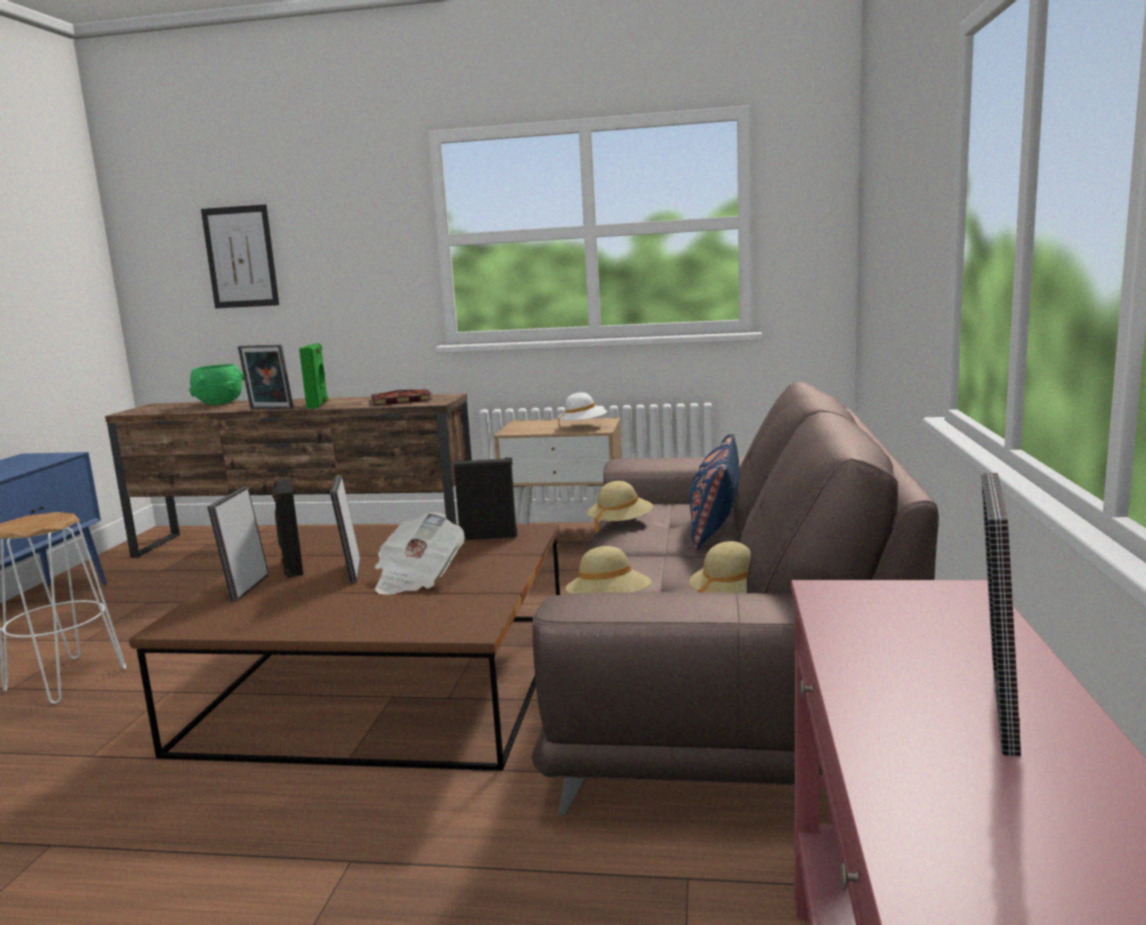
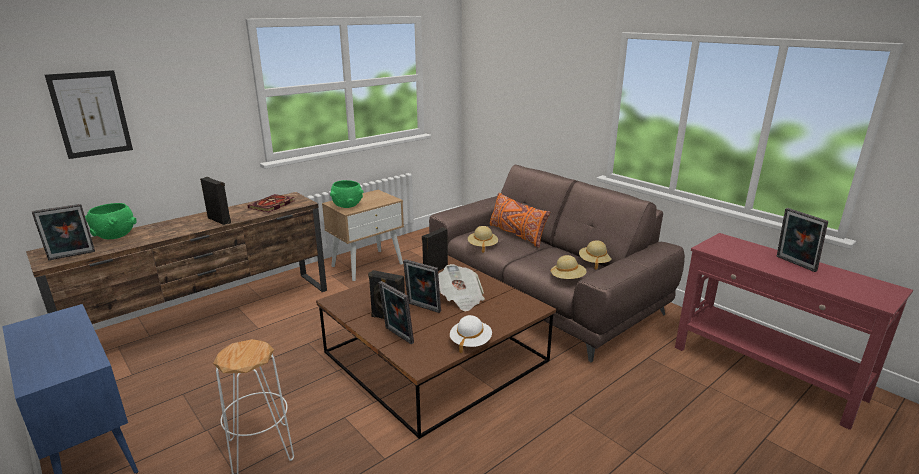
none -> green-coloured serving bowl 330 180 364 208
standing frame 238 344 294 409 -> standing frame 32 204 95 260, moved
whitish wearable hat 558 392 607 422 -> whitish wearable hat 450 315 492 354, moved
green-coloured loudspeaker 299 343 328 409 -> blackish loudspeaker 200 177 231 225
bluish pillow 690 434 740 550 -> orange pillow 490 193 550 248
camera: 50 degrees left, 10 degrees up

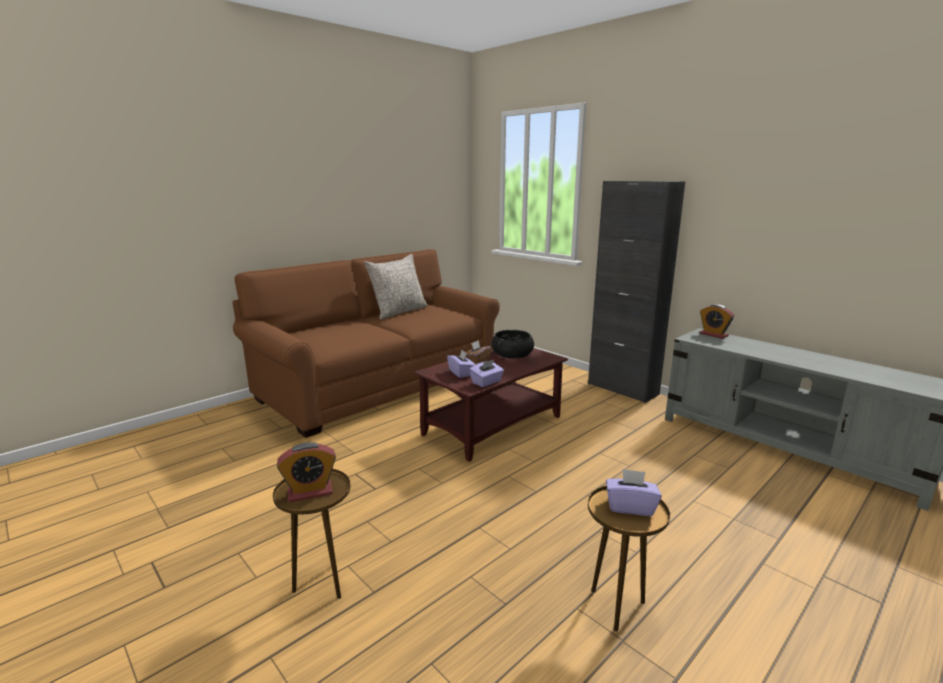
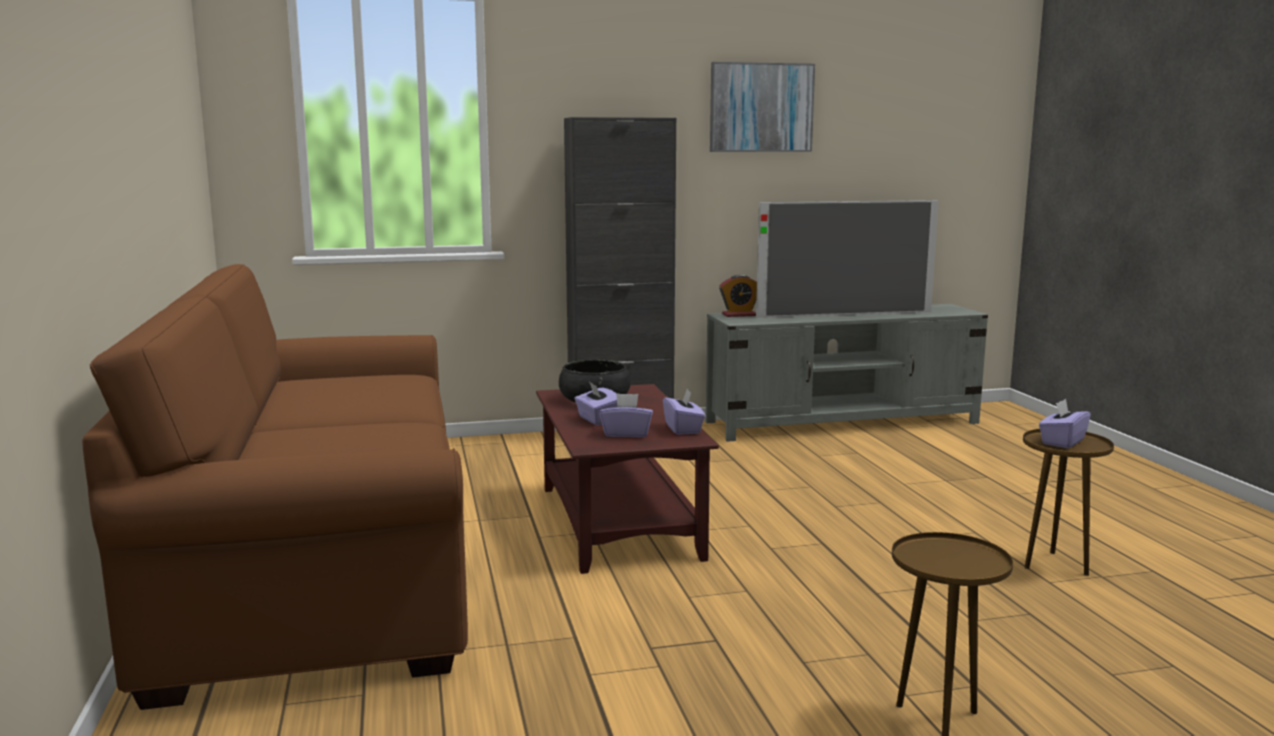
alarm clock 277 442 336 502 -> none
gray pillow 364 254 428 319 -> none
none -> wall art 710 62 815 152
none -> TV set 756 200 939 318
brown tissue holder 465 340 492 365 -> purple-coloured tissue holder 575 382 617 425
camera: 60 degrees left, 5 degrees down

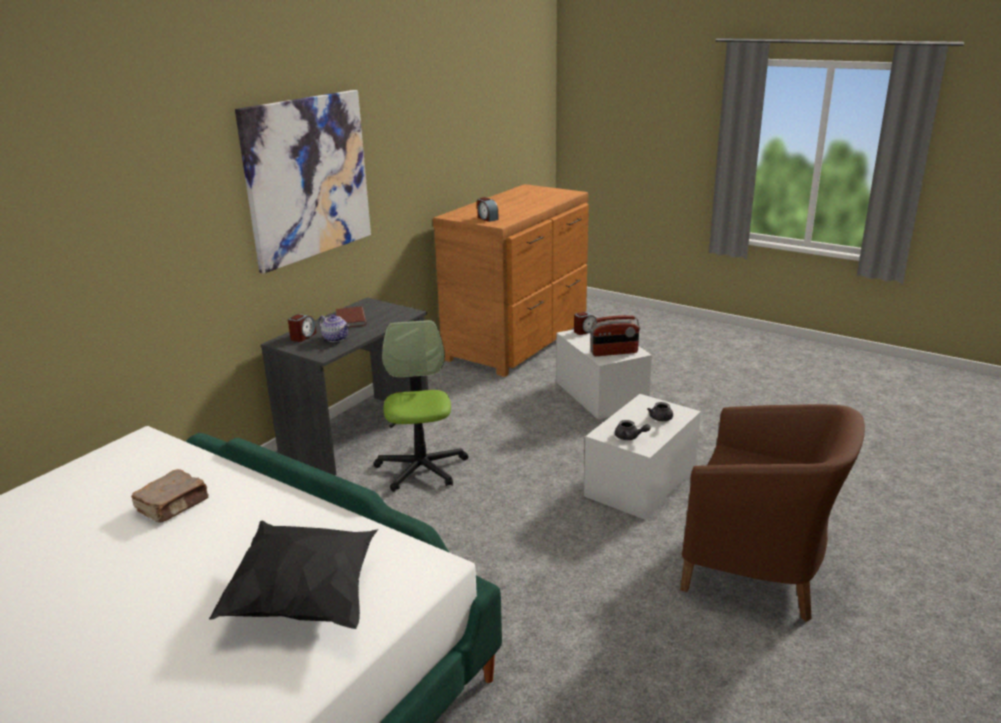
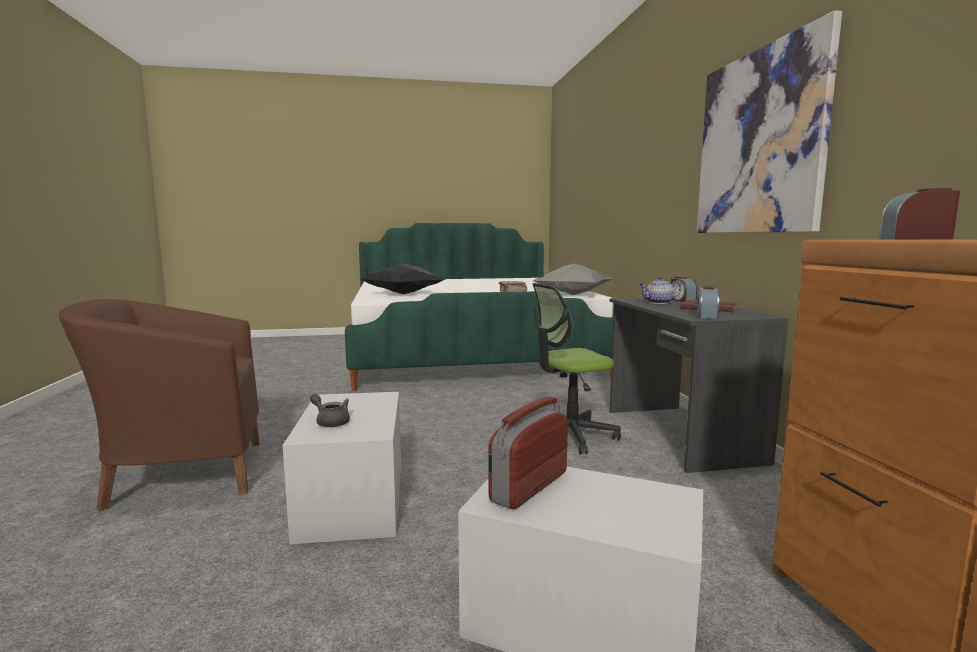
gray tea pot 615 420 650 440 -> none
none -> gray pillow 533 263 615 295
alarm clock 574 312 598 335 -> alarm clock 697 287 720 319, moved
computer chair 373 320 468 492 -> computer chair 532 283 621 454, 120 degrees clockwise
camera: 135 degrees right, 15 degrees down

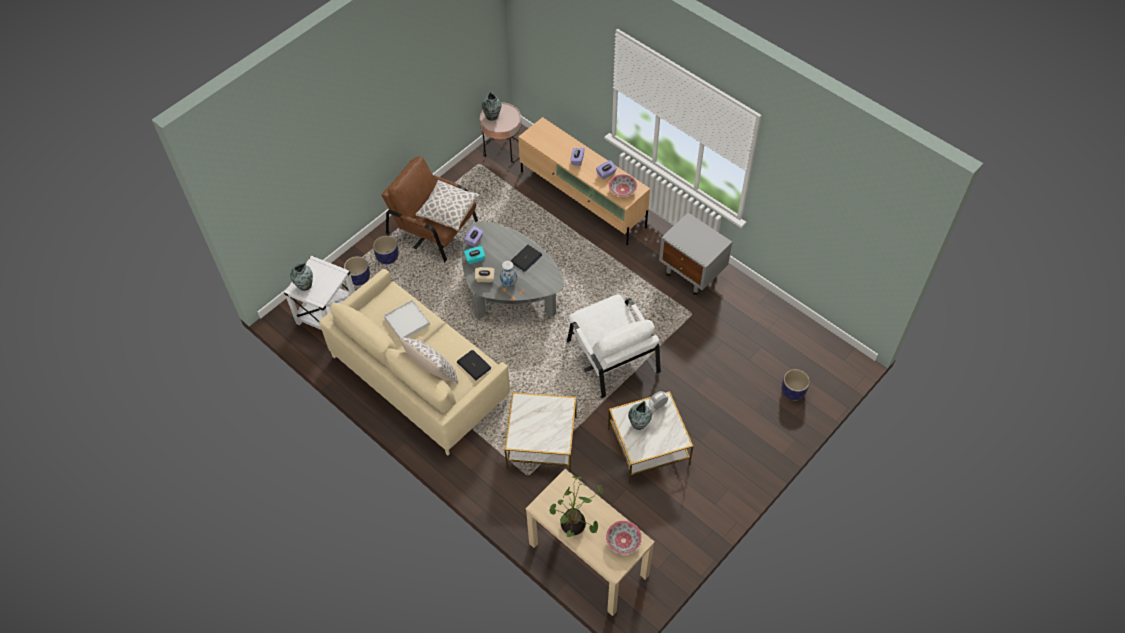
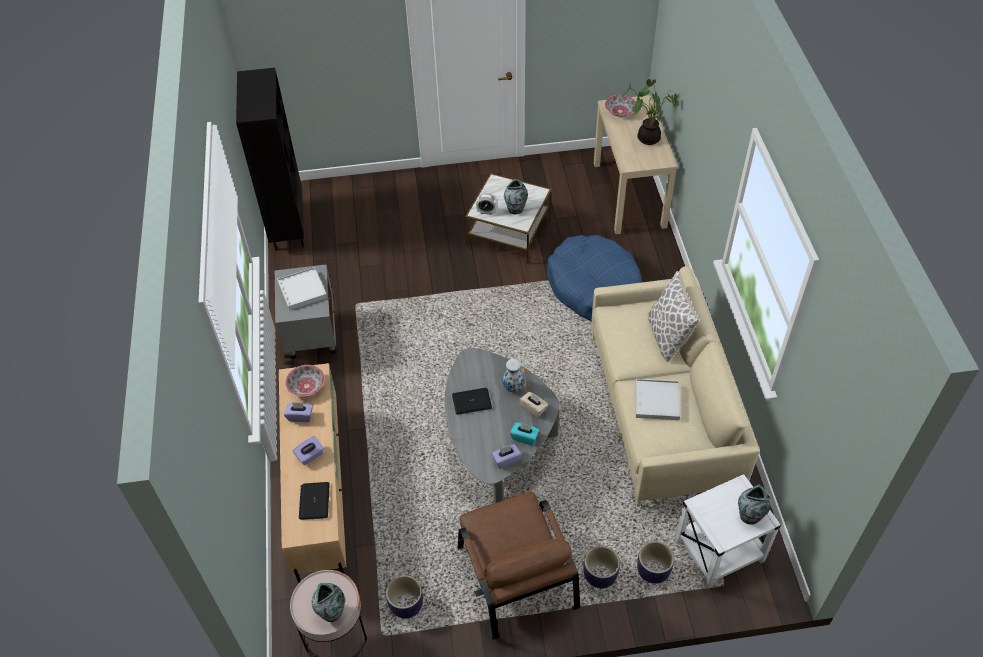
pillow 416 180 480 231 -> none
whitish lounge chair 567 294 661 399 -> none
none -> blackish bookshelf 236 68 304 251
none -> whitish serving tray 277 267 327 310
notebook computer 457 350 491 380 -> notebook computer 299 482 330 520, moved
planter 782 369 810 400 -> planter 386 575 423 618, moved
accent table 504 392 576 473 -> bluish dog bed 547 235 642 321
camera: 140 degrees left, 5 degrees down

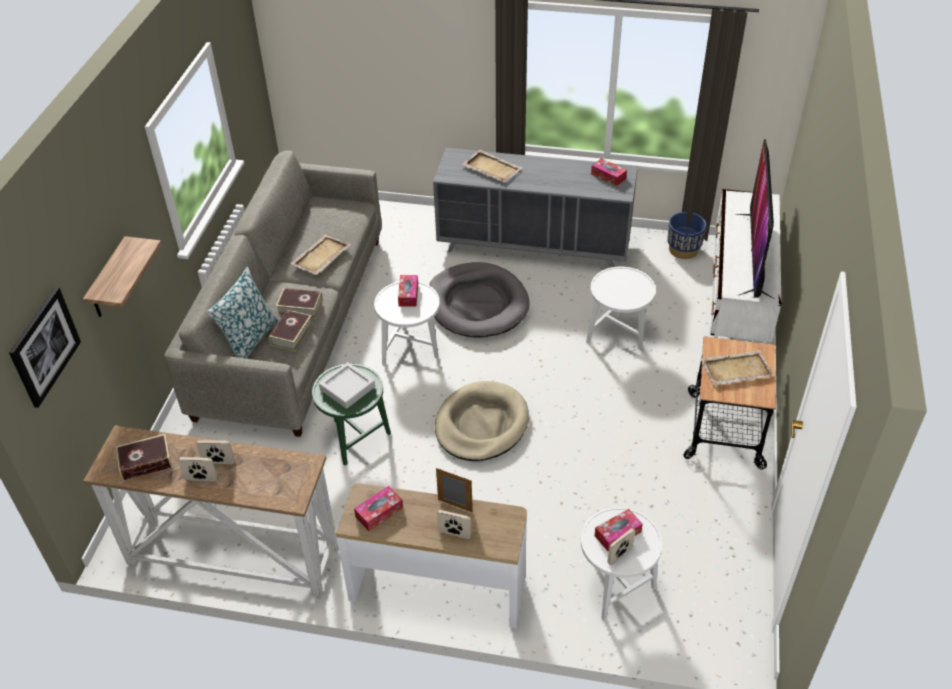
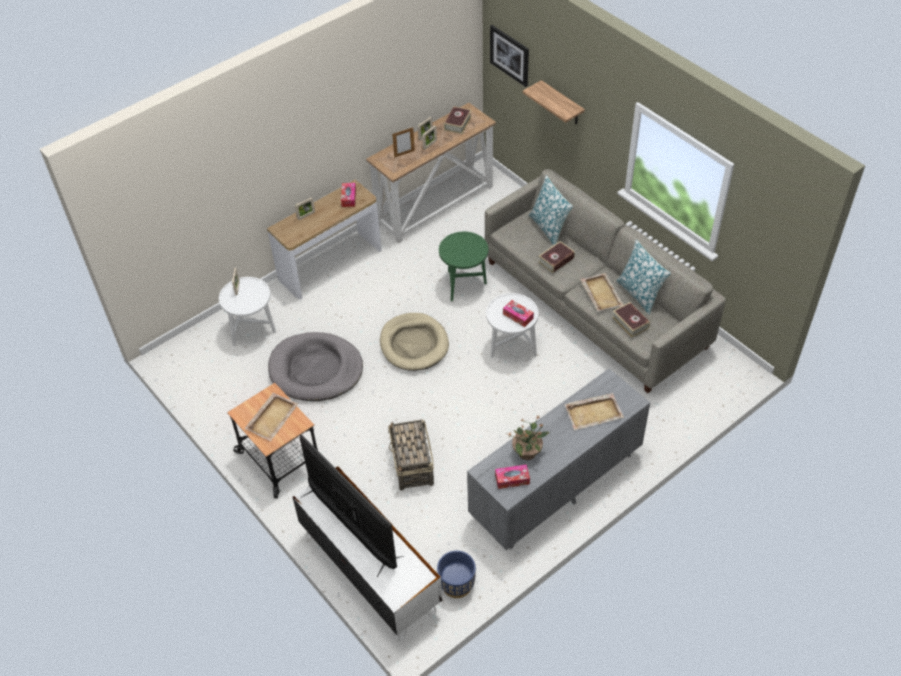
gray serving tray 319 362 375 409 -> none
tissue holder 594 509 643 551 -> none
none -> plant in a pot 508 416 550 460
none -> pillow 616 240 671 315
bound book 269 310 313 352 -> bound book 612 302 650 337, moved
gray dog bed 429 262 530 338 -> gray dog bed 268 332 363 401, moved
standing frame 436 468 473 512 -> standing frame 392 127 415 158, moved
whitish accent table 586 267 656 350 -> storage basket 388 419 434 491
camera: 130 degrees right, 5 degrees up

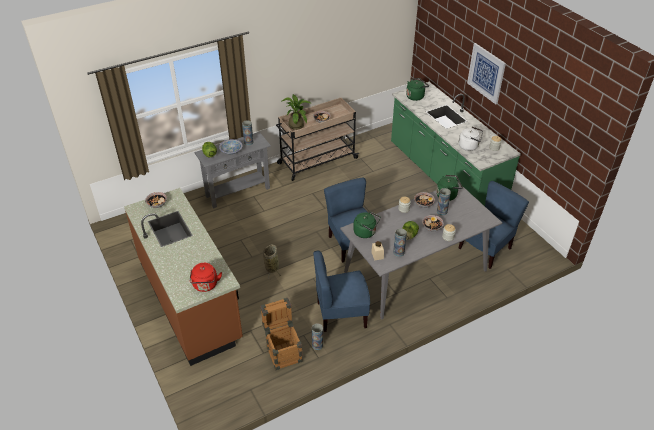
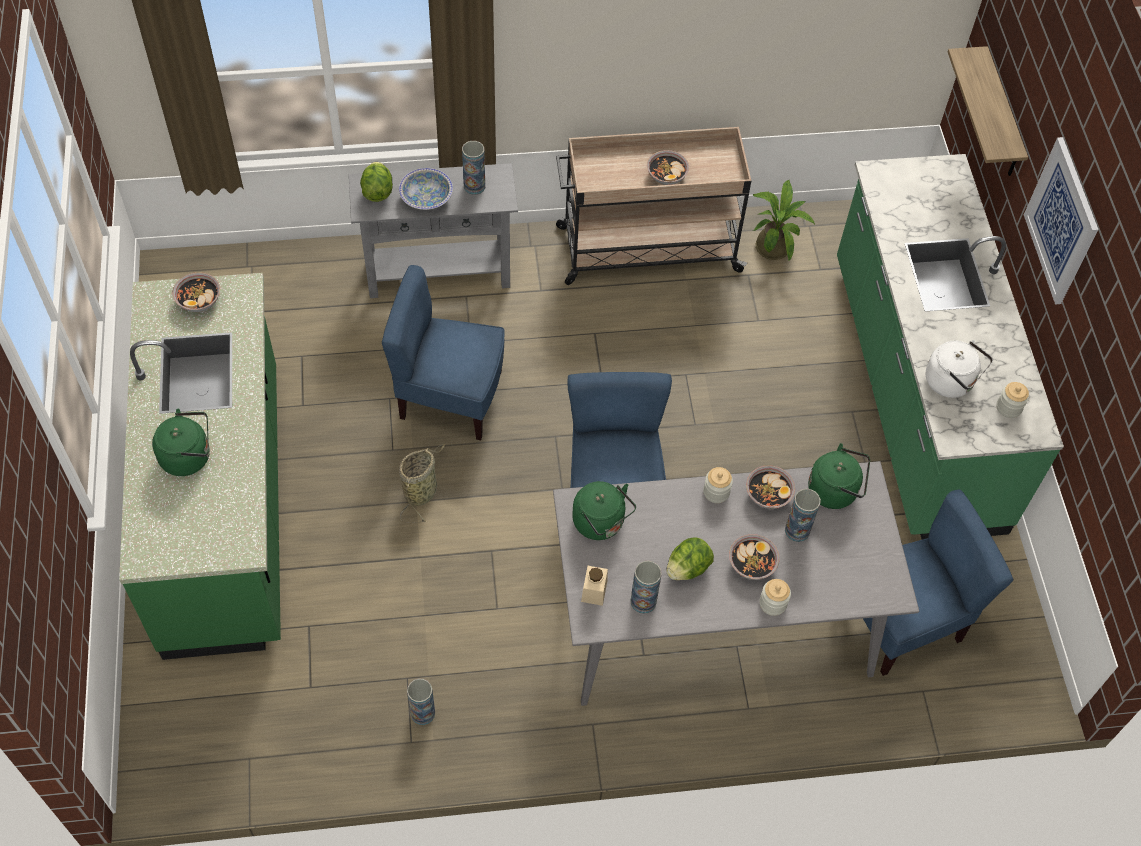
reddish tea kettle 189 263 222 292 -> none
shipping crate 260 298 303 370 -> none
none -> shelf 948 46 1028 176
plant in a pot 282 94 312 130 -> plant in a pot 753 180 815 262, moved
bluish plain chair 313 251 370 332 -> bluish plain chair 382 265 505 440, moved
green-coloured tea kettle 406 78 429 101 -> green-coloured tea kettle 152 409 210 476, moved
brown kitchen base unit 124 188 243 366 -> green-coloured kitchen base unit 119 273 281 660
camera: 20 degrees right, 15 degrees up

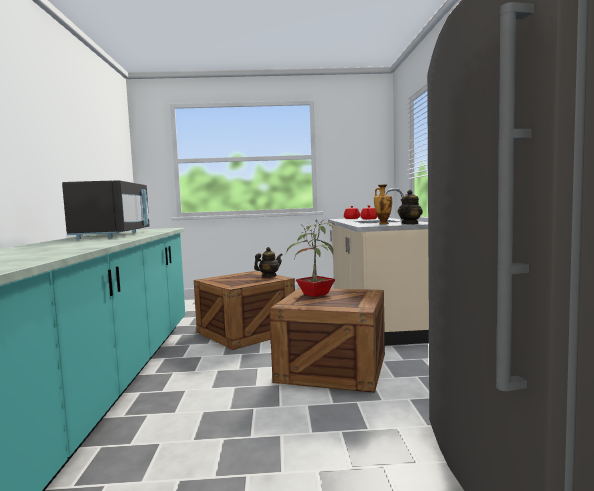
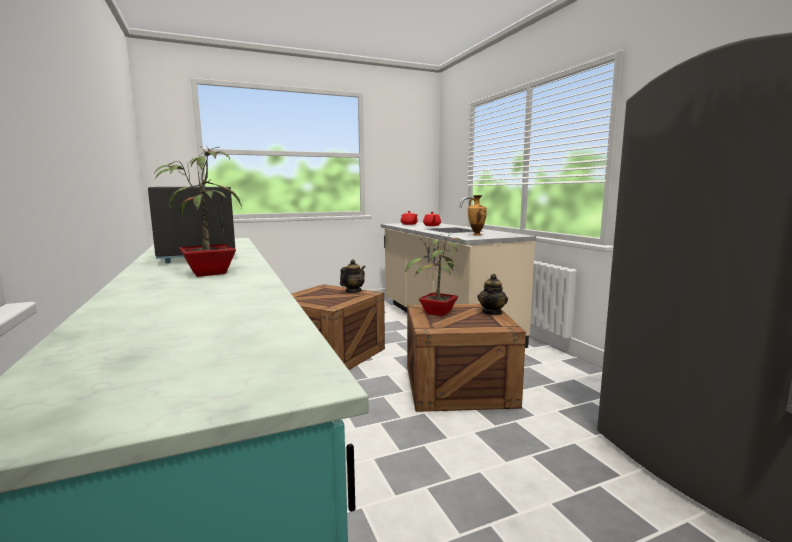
none -> plant in a pot 154 145 242 277
tea pot 398 190 423 224 -> tea pot 477 274 508 315, moved
camera: 20 degrees left, 5 degrees up

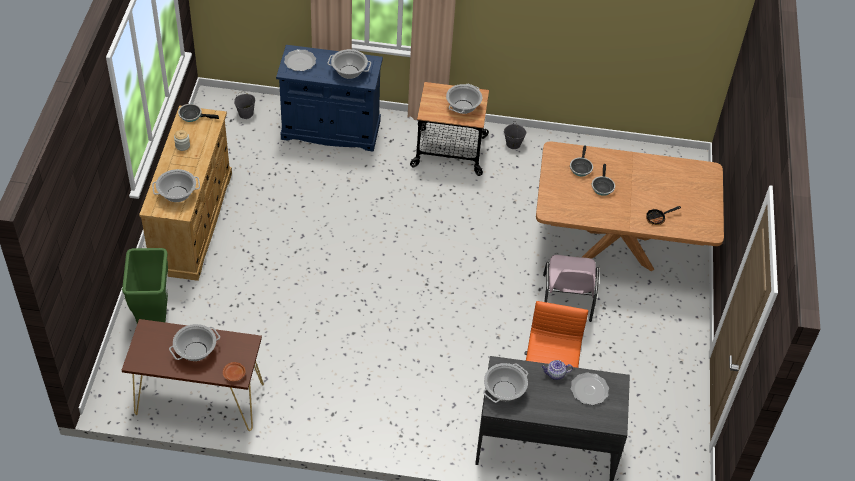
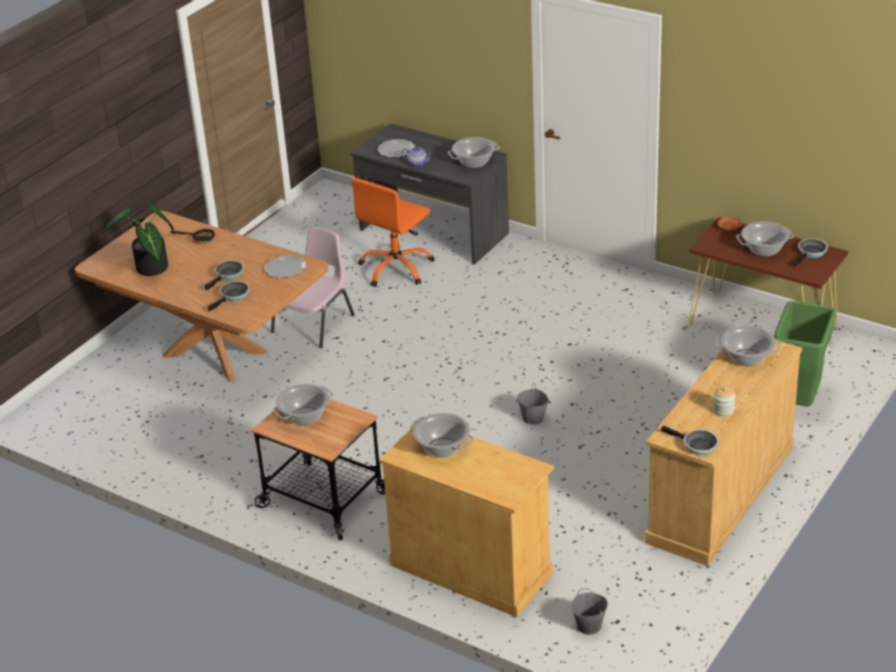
none -> plant in a pot 103 202 174 276
none -> skillet 794 238 828 267
flat dish 284 49 316 71 -> flat dish 264 255 306 278, moved
gray water bucket 504 122 527 149 -> gray water bucket 517 383 549 425, moved
bluish cabinet 276 45 383 152 -> beige-coloured cabinet 379 425 554 617
camera: 150 degrees left, 15 degrees down

